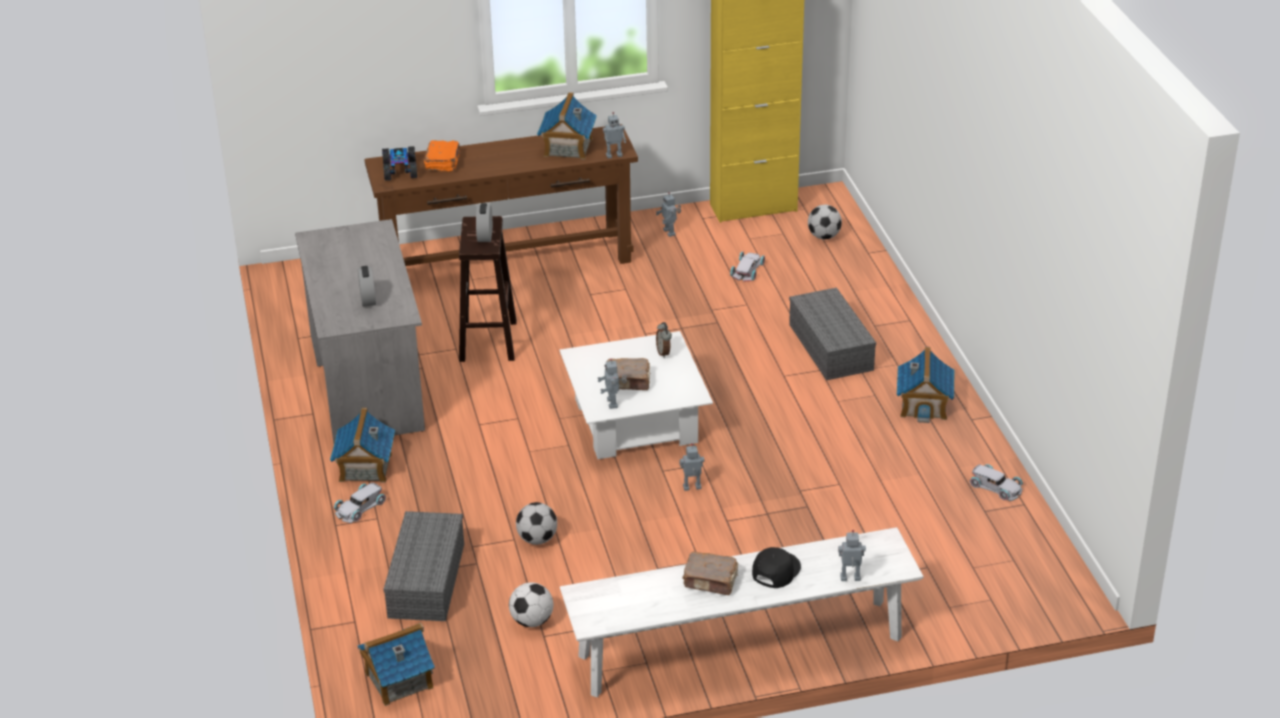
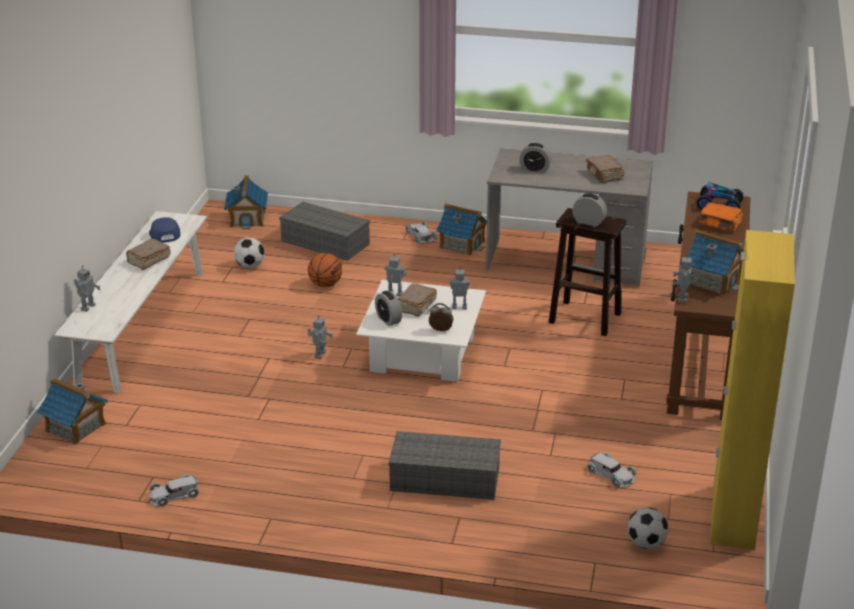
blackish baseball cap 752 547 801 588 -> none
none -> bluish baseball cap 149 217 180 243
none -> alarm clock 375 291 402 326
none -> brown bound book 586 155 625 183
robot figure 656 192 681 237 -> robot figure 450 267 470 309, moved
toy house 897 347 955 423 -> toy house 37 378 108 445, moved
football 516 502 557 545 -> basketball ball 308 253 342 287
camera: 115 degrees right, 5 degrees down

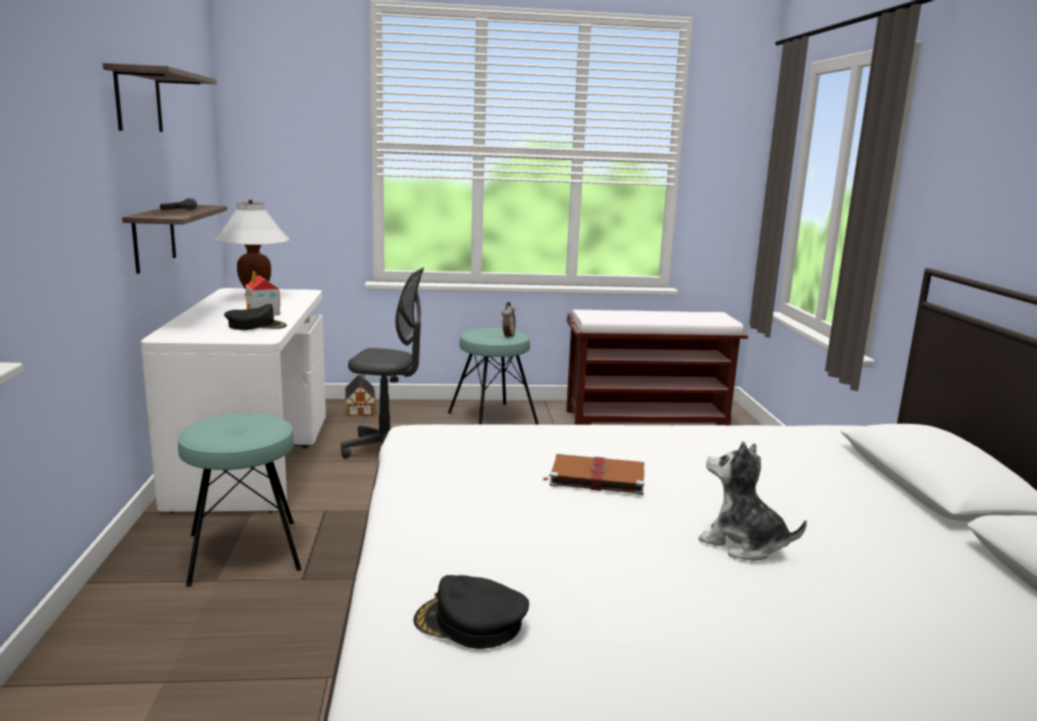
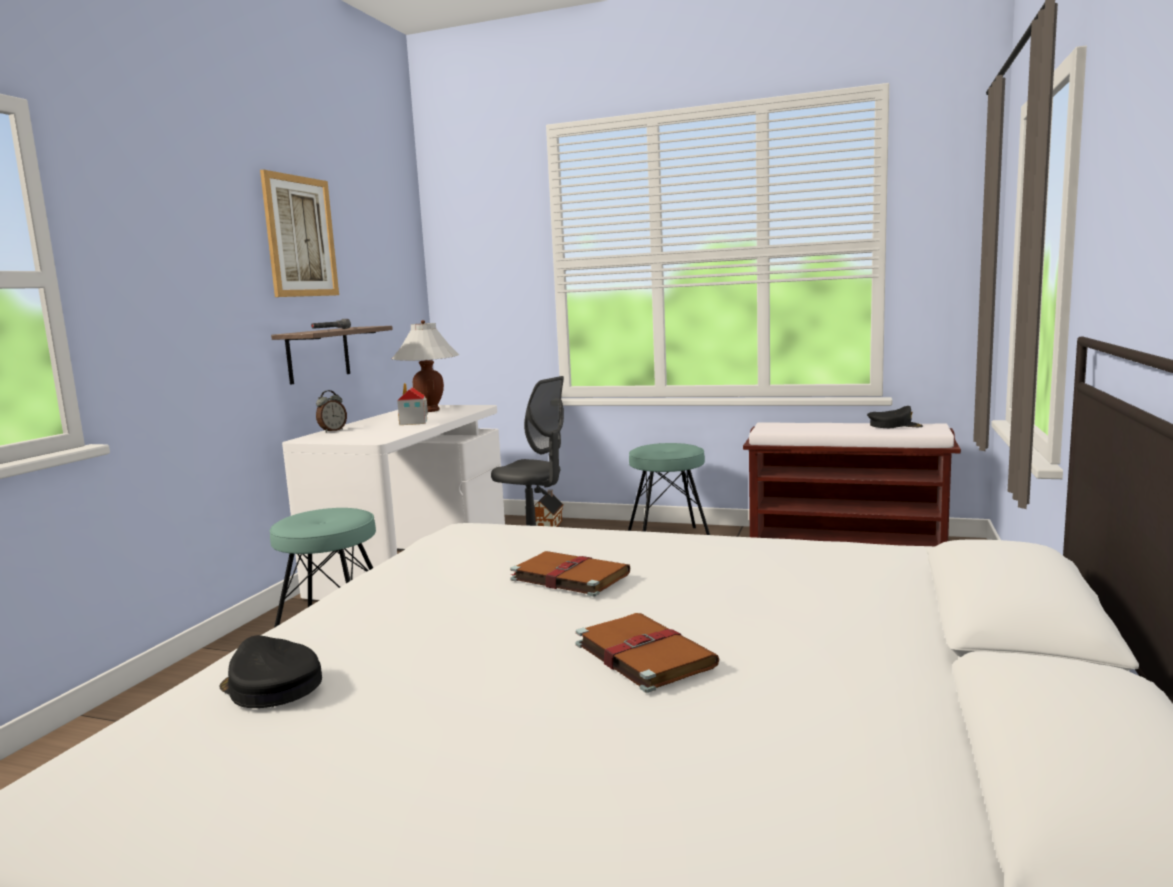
blackish baseball cap 224 304 287 330 -> blackish baseball cap 867 406 923 428, moved
alarm clock 501 302 515 339 -> alarm clock 316 390 347 433, moved
shelf 103 63 217 132 -> wall art 260 169 339 297
cuddly toy 699 441 807 561 -> brown bound book 575 613 719 693
camera: 25 degrees right, 5 degrees down

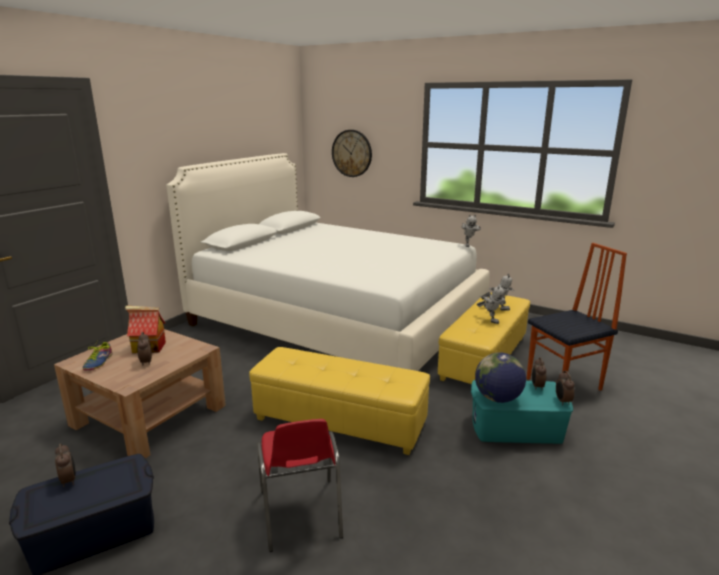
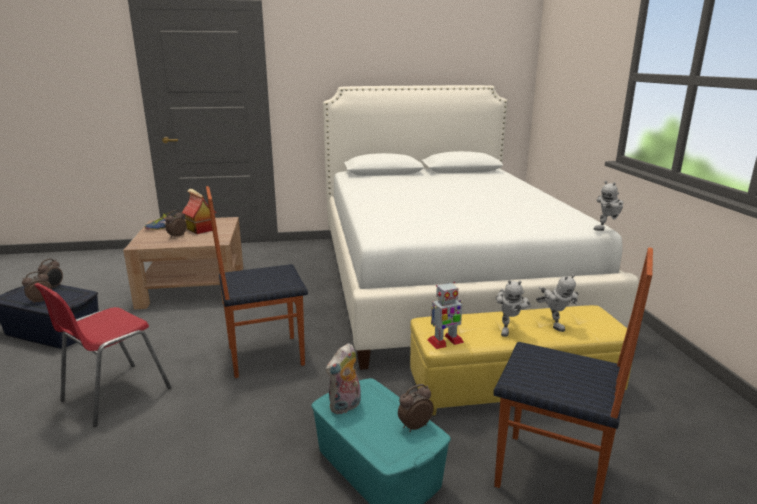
hanging clock 332 130 372 177 -> none
none -> robot figure 427 282 464 349
alarm clock 556 371 574 405 -> alarm clock 22 271 52 304, moved
yellow-coloured footrest 249 347 430 455 -> plain chair 206 186 308 378
desk globe 475 352 526 403 -> cuddly toy 326 343 361 414
camera: 50 degrees right, 0 degrees up

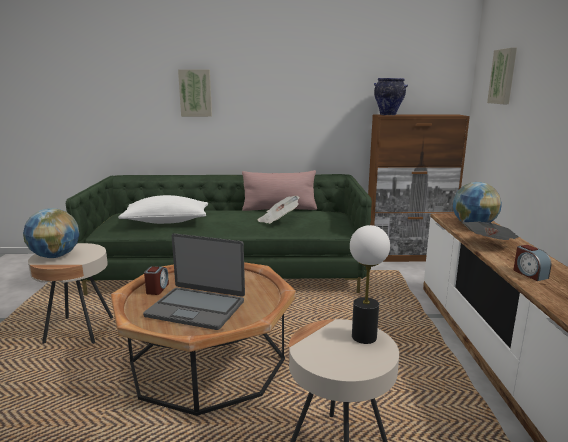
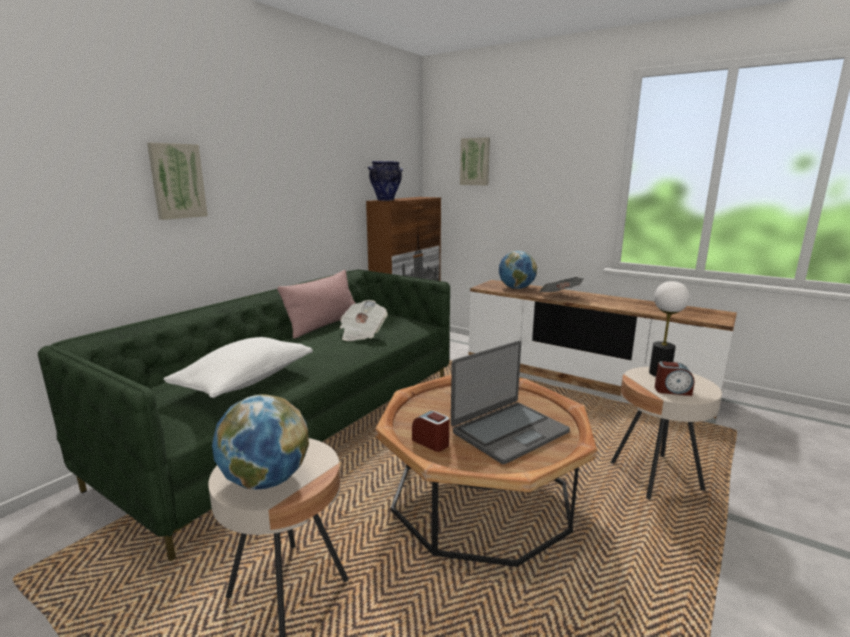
alarm clock 513 245 551 281 -> alarm clock 655 361 694 396, moved
camera: 55 degrees left, 0 degrees up

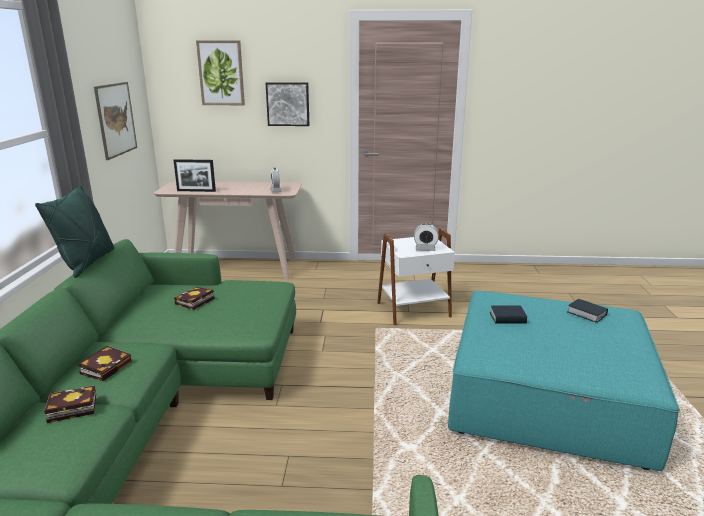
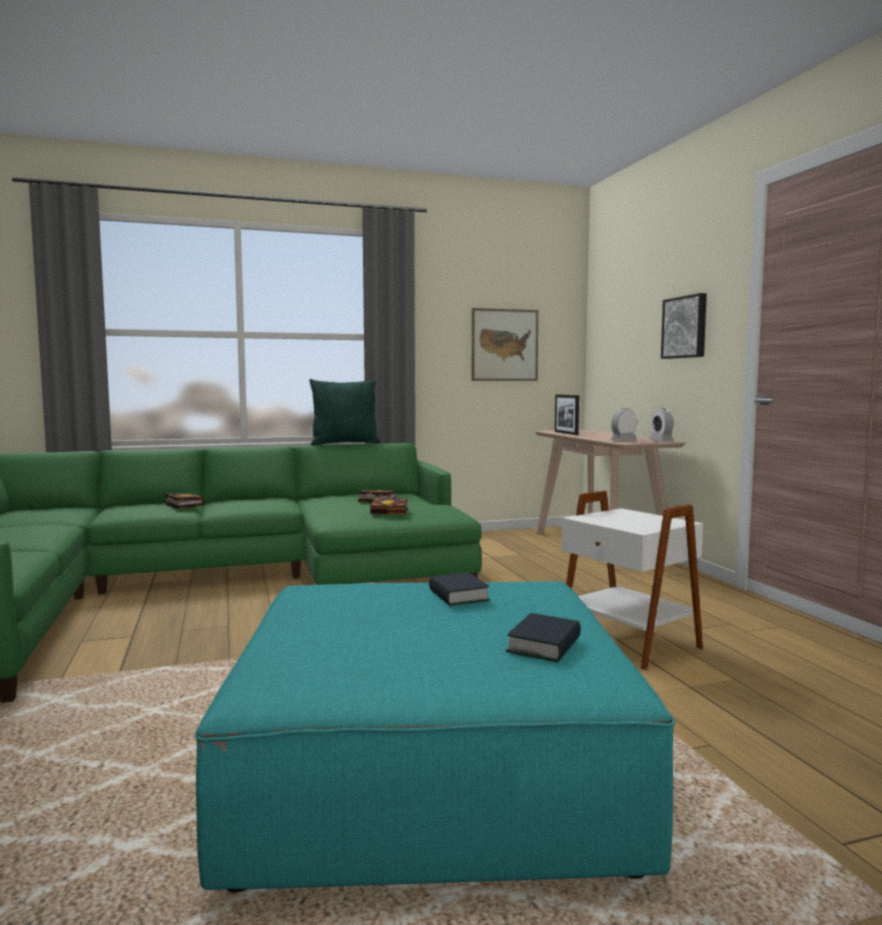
wall art 196 40 245 105 -> none
bound book 78 346 132 381 -> bound book 370 498 408 514, moved
alarm clock 414 223 439 251 -> alarm clock 649 409 674 441, moved
camera: 70 degrees right, 15 degrees down

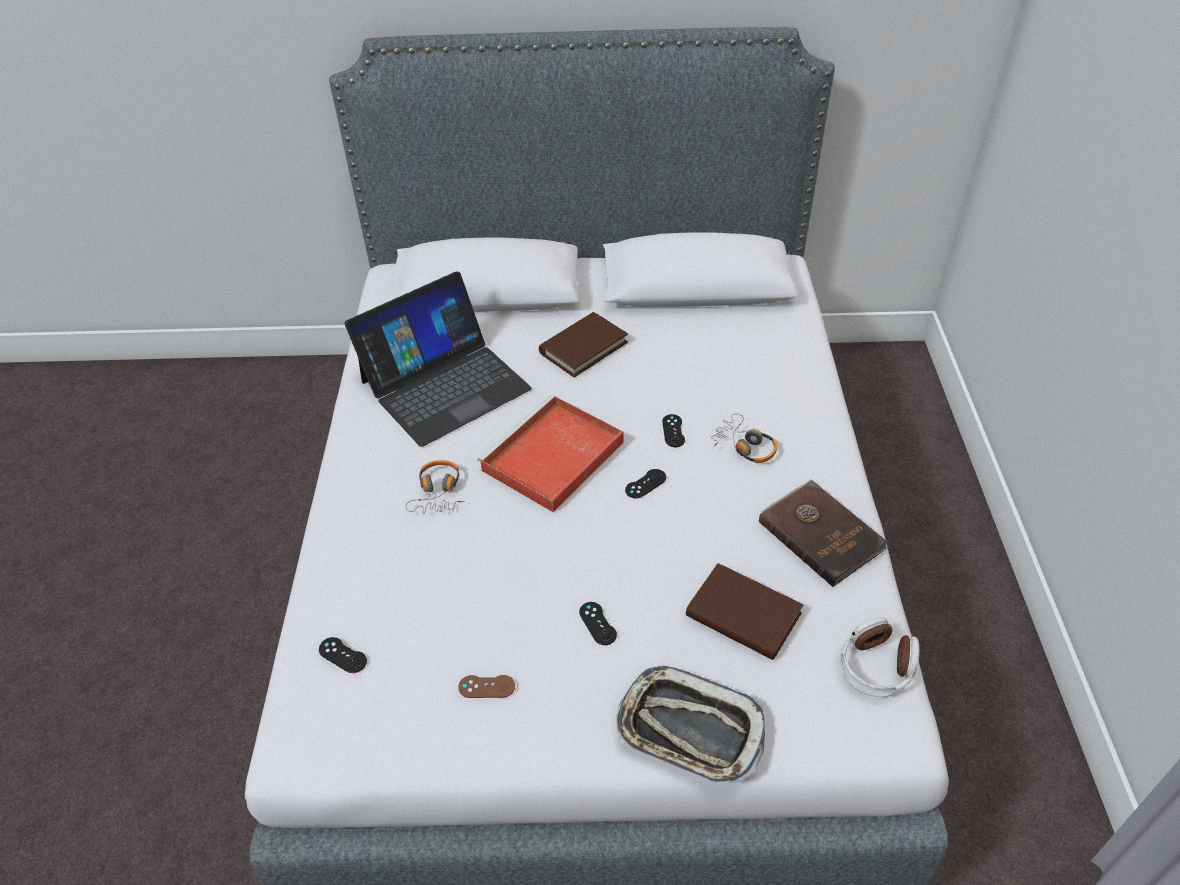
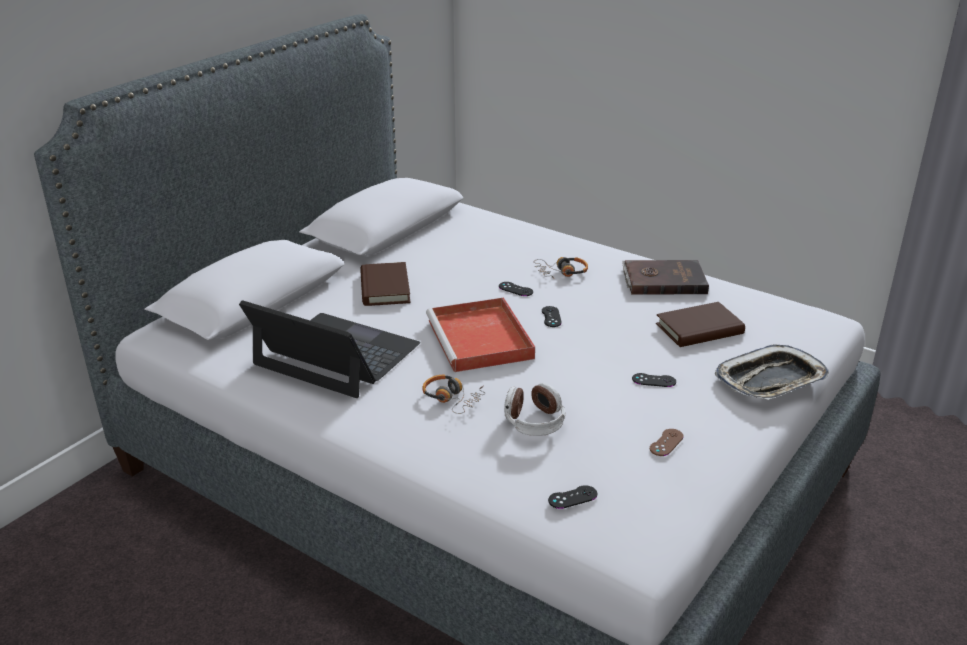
pair of headphones 841 617 920 697 -> pair of headphones 504 383 565 436, moved
notebook computer 344 272 532 447 -> notebook computer 239 300 420 398, 60 degrees counterclockwise
camera: 55 degrees left, 15 degrees down

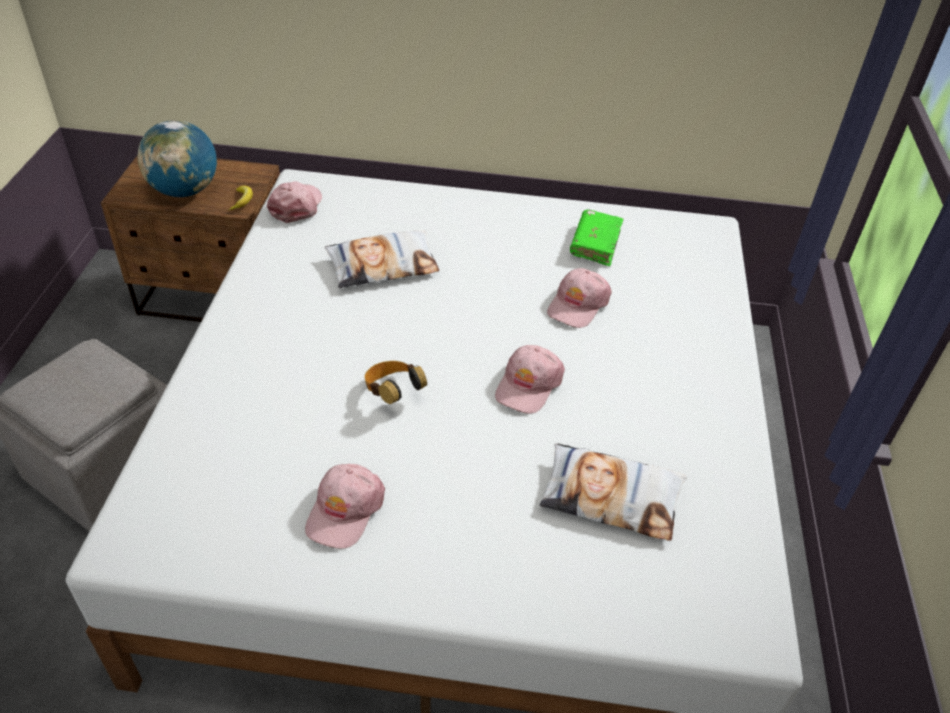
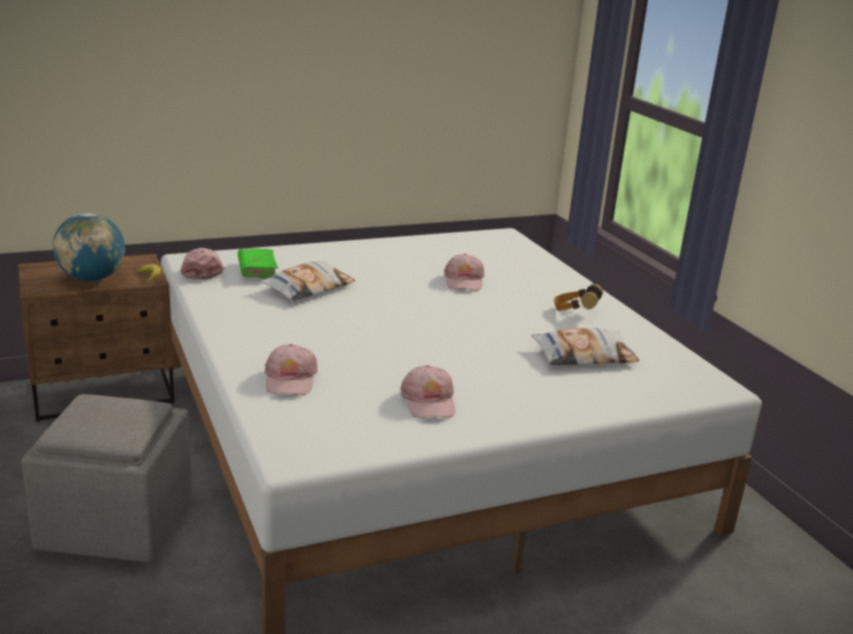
pair of headphones 364 361 427 404 -> pair of headphones 554 284 603 311, moved
pink baseball cap 495 345 565 414 -> pink baseball cap 265 344 317 395, moved
green-coloured bound book 570 209 624 266 -> green-coloured bound book 238 248 278 279, moved
camera: 30 degrees left, 20 degrees down

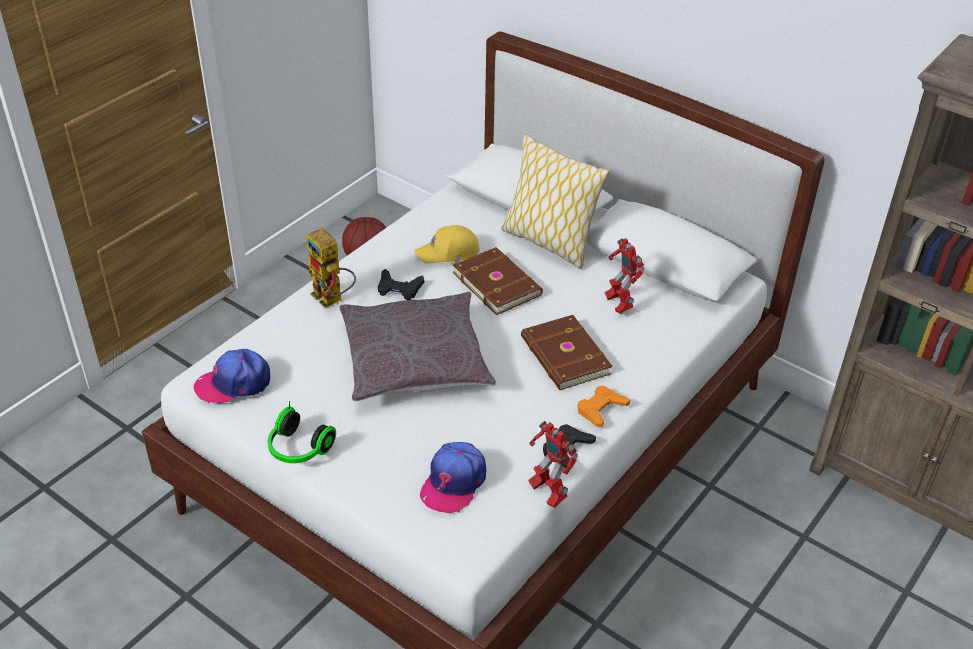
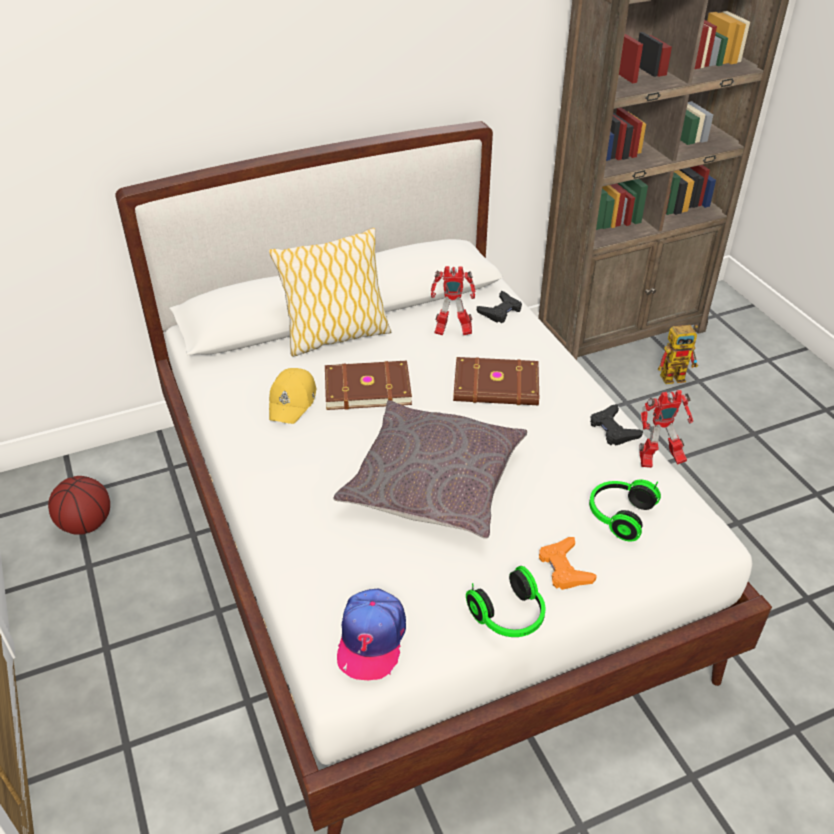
robot figure 306 228 356 308 -> robot figure 658 325 698 384, moved
blackish gamepad 378 269 424 300 -> blackish gamepad 477 291 522 323, moved
orange gamepad 577 385 630 427 -> orange gamepad 539 537 597 590, moved
baseball cap 420 442 486 513 -> pair of headphones 589 479 661 542
camera: 60 degrees left, 0 degrees up

